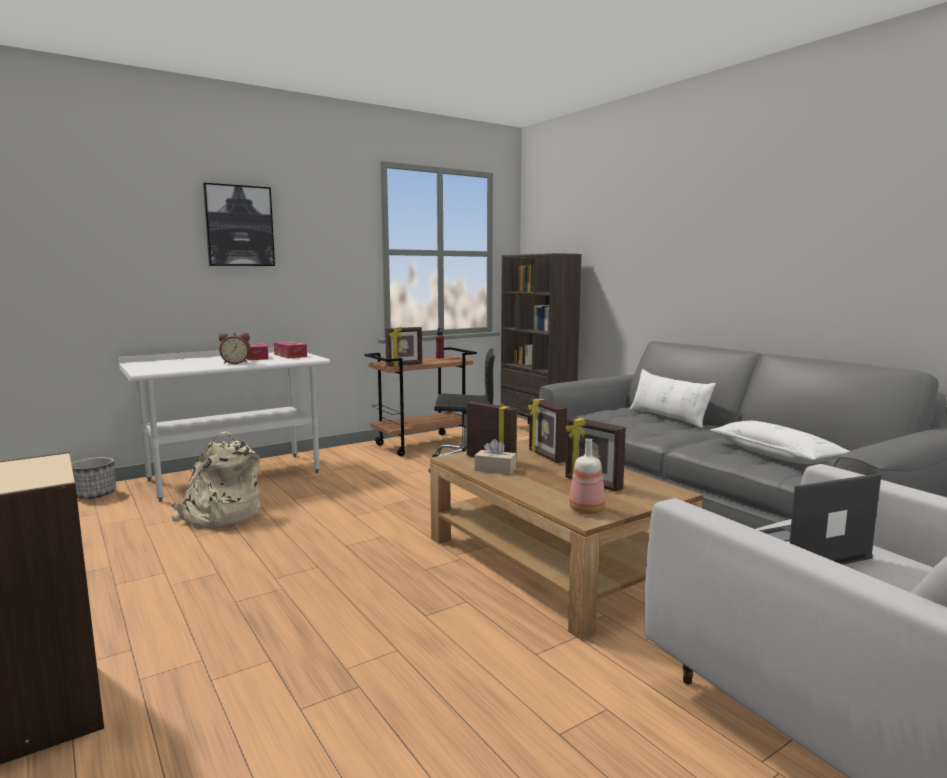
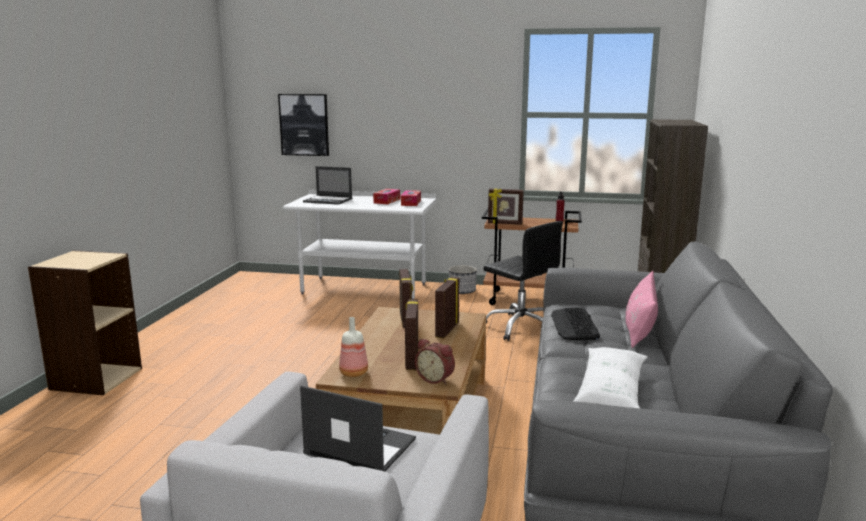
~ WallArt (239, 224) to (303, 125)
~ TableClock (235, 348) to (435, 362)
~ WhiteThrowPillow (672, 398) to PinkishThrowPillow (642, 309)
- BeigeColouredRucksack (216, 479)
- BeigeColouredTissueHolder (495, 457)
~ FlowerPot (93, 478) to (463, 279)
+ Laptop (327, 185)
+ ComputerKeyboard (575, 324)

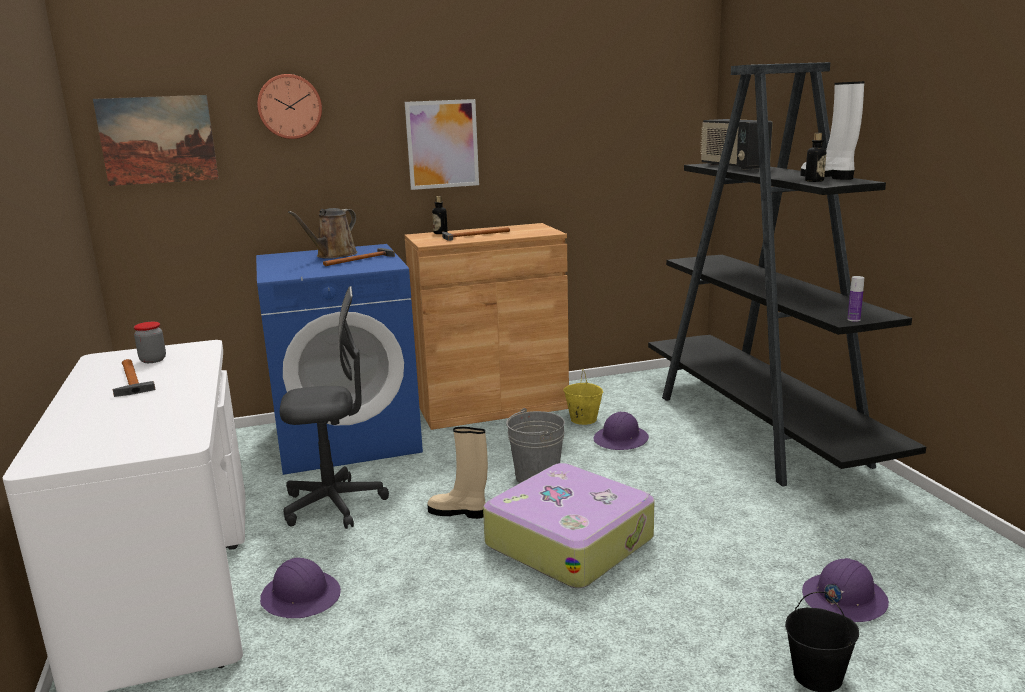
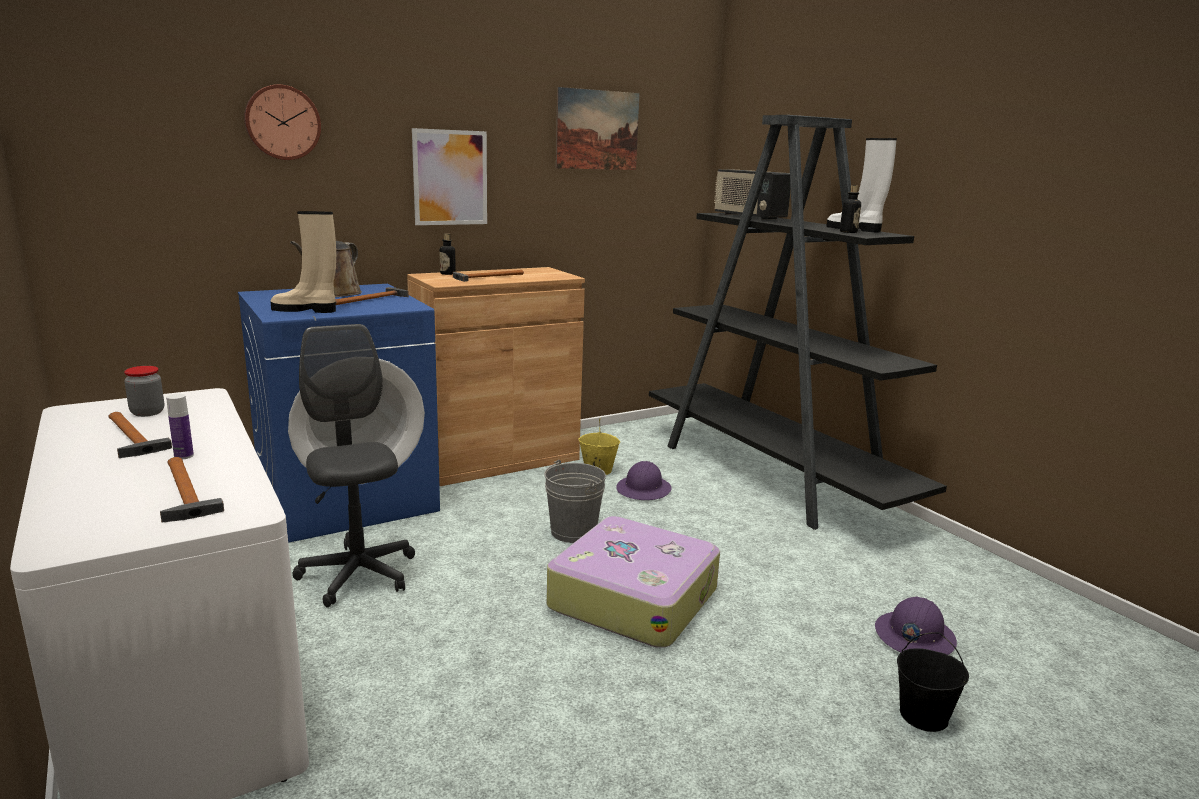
~ WallArt (156, 140) to (598, 128)
~ Bottle (855, 299) to (180, 427)
~ GreyishOfficeChair (334, 407) = (353, 466) 90 degrees counterclockwise
~ BeigeColouredHighTopBoot (457, 473) to (303, 262)
- PurplishSafetyHelmet (300, 588)
+ ToolHammer (192, 489)

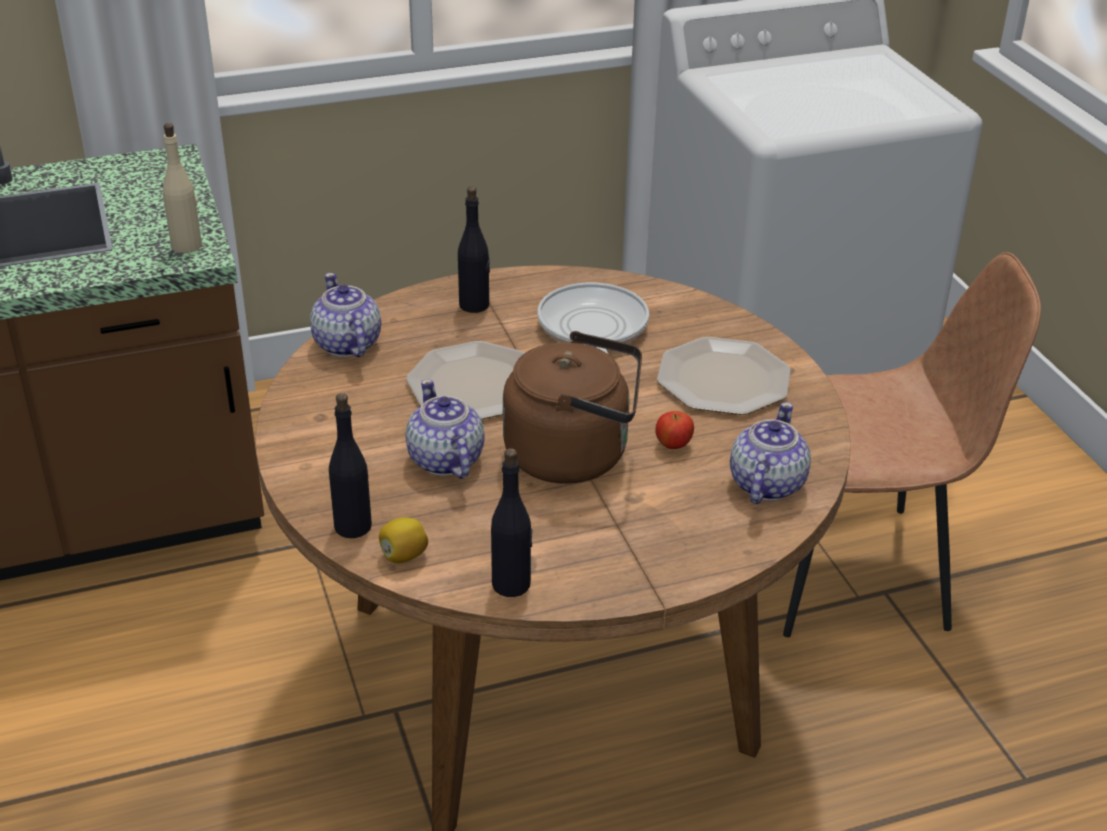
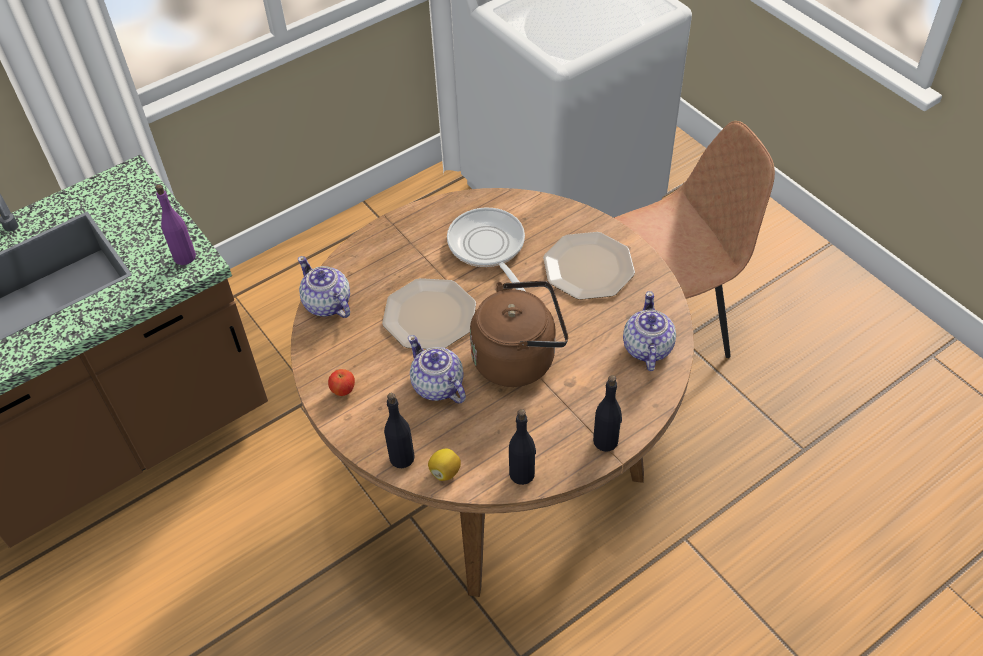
~ BeigeColouredBottle (182, 188) to PurplishBottle (175, 224)
~ BlackColouredBottle (474, 249) to (607, 413)
~ Apple (675, 430) to (341, 382)

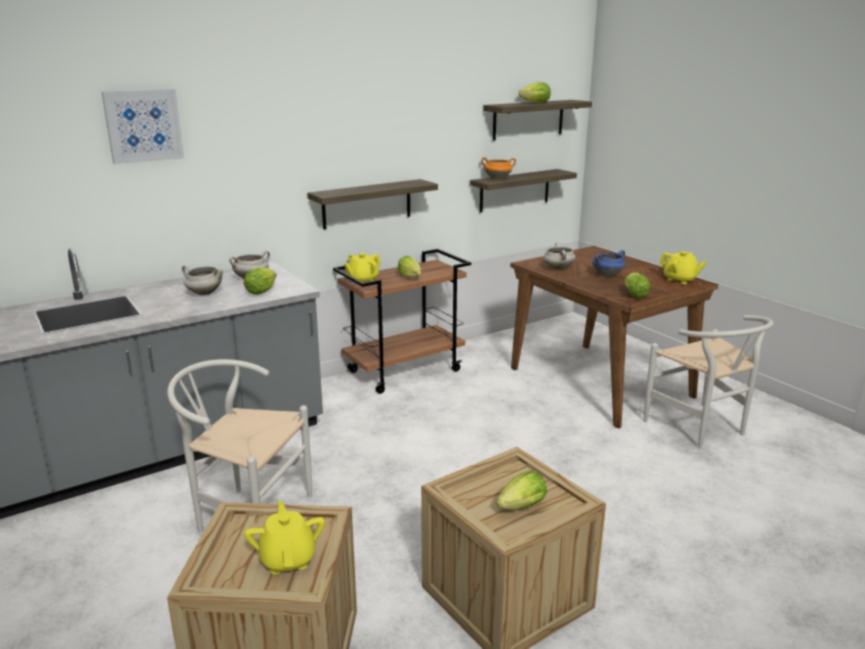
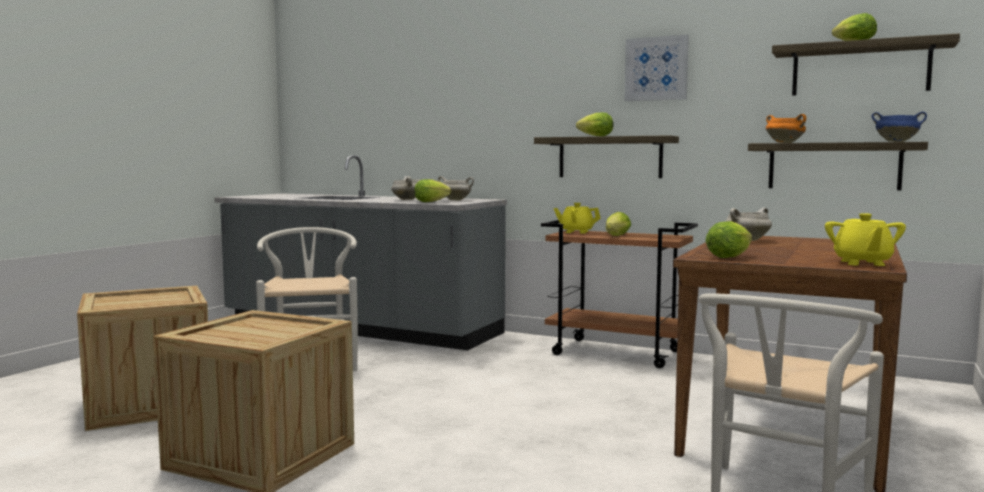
~ WallArt (143, 126) to (656, 67)
~ BlueSaucepot (609, 263) to (899, 126)
~ Lettuce (521, 490) to (594, 124)
- YellowishPotForTea (284, 537)

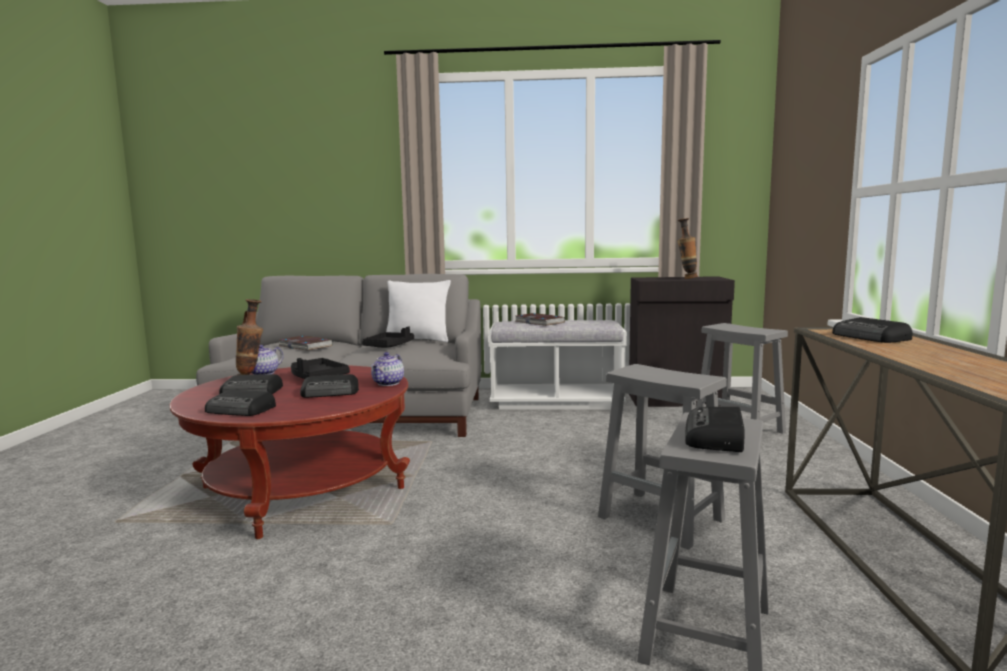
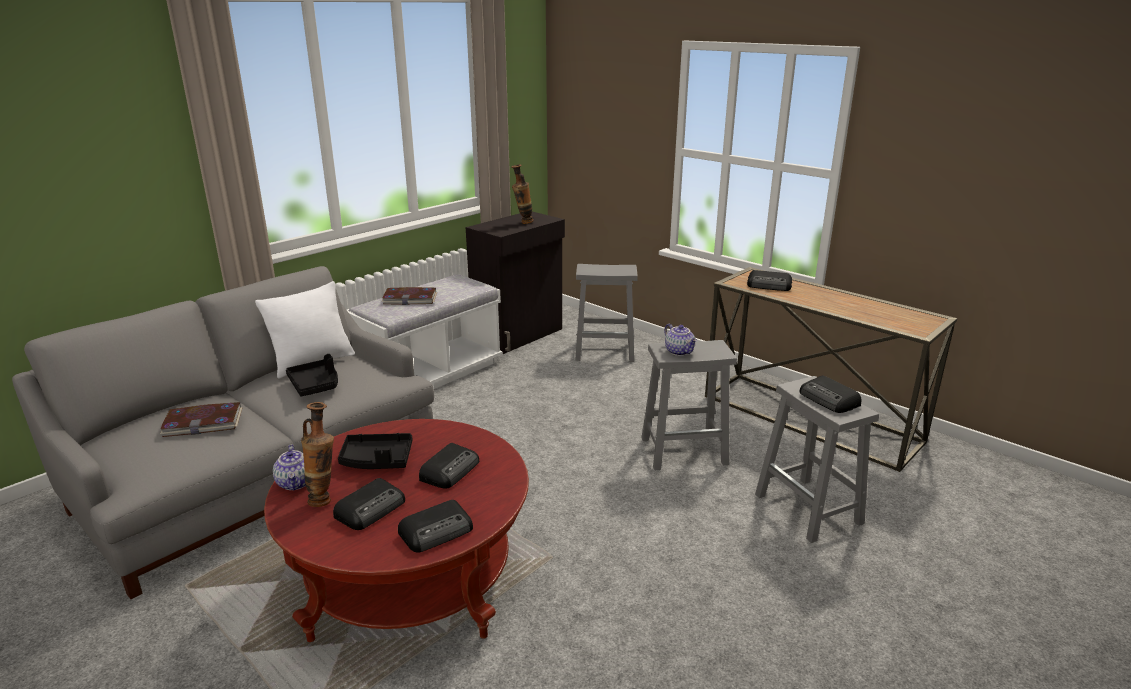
~ PotForTea (387, 369) to (680, 340)

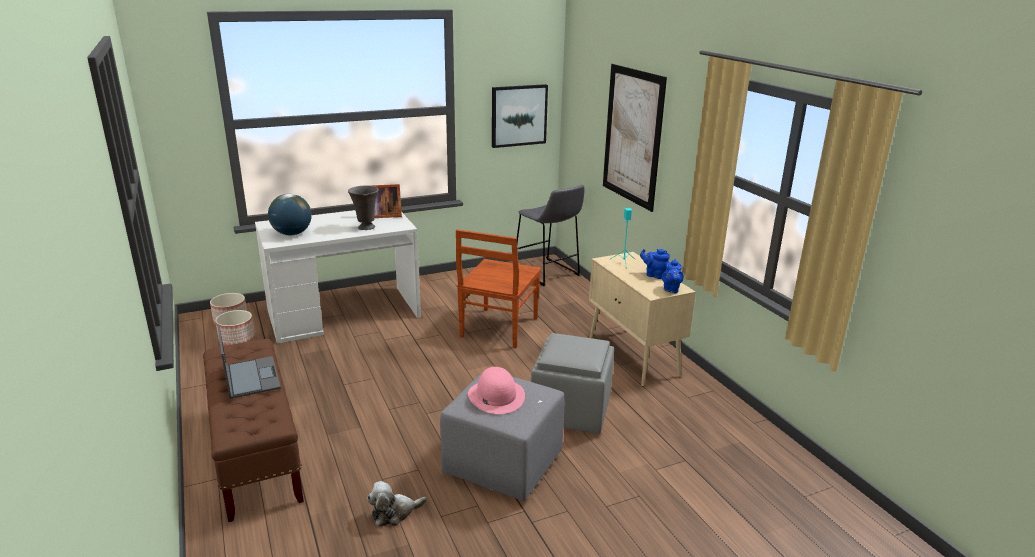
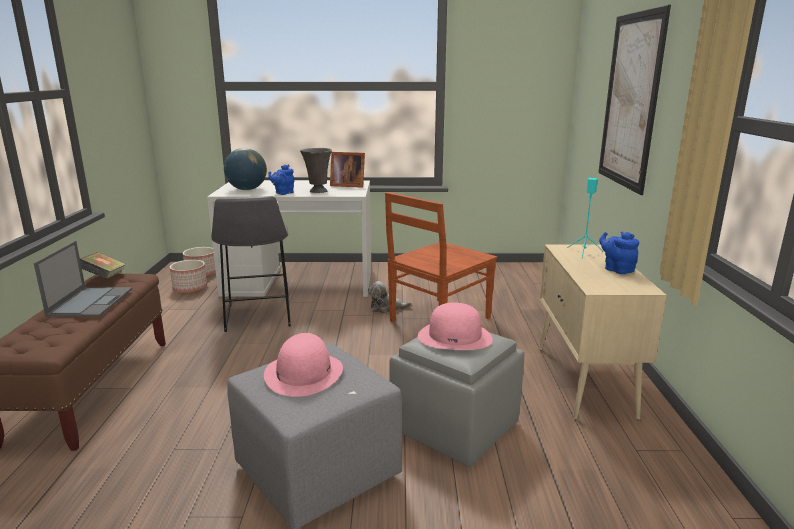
- WallArt (520, 116)
~ GreyishStoolSeat (550, 235) to (251, 264)
~ BluePotForTea (672, 276) to (281, 180)
~ PlushToy (397, 504) to (390, 297)
+ Volume (103, 265)
+ PinkishWearableHat (455, 326)

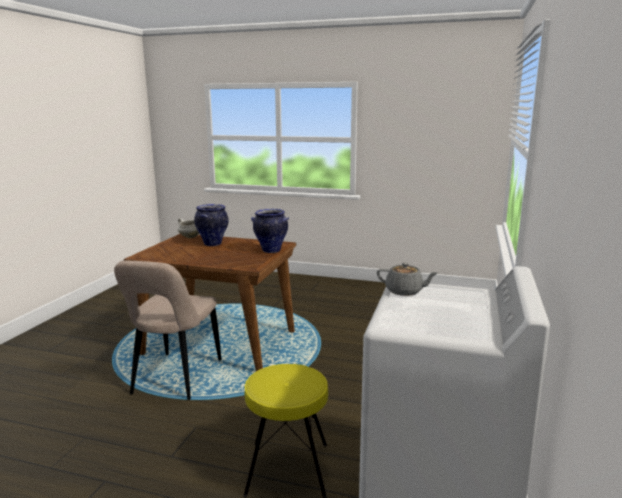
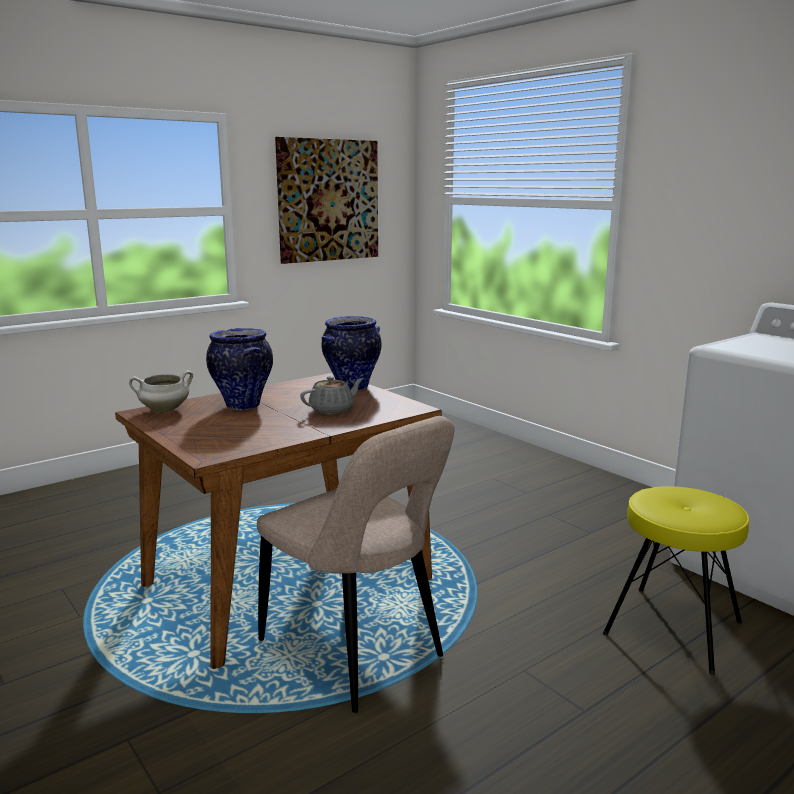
~ GreyishPotForTea (407, 279) to (331, 395)
+ WallArt (326, 200)

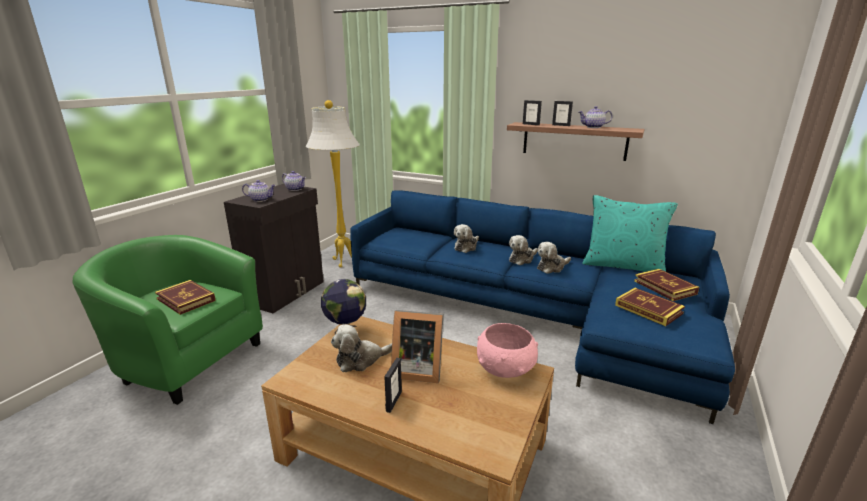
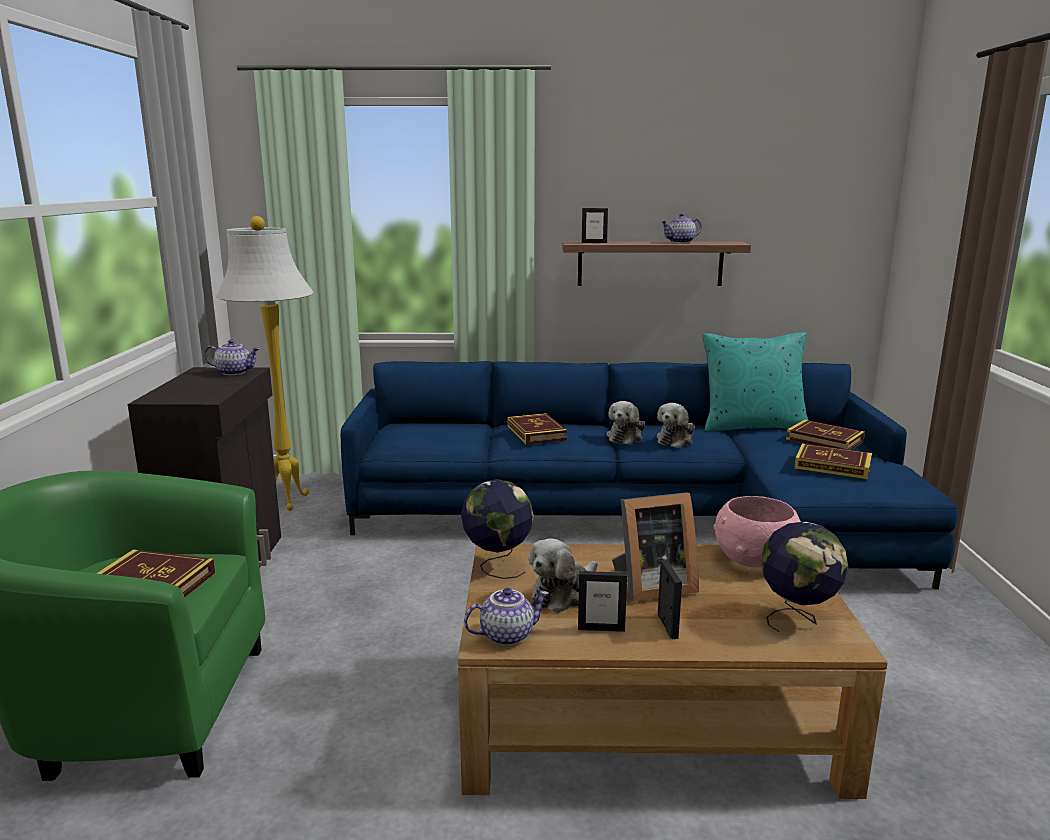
~ PictureFrame (562, 113) to (602, 601)
~ PotForTea (259, 191) to (506, 617)
~ PlushToy (466, 238) to Volume (537, 429)
+ WorldGlobe (805, 576)

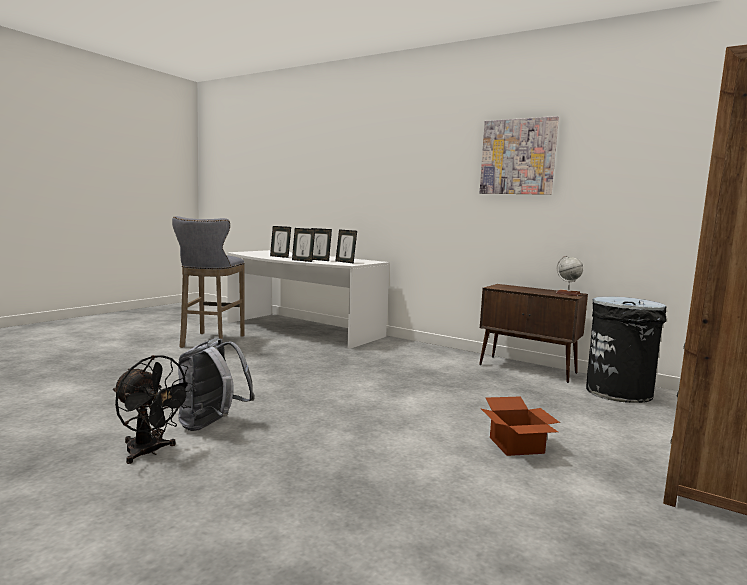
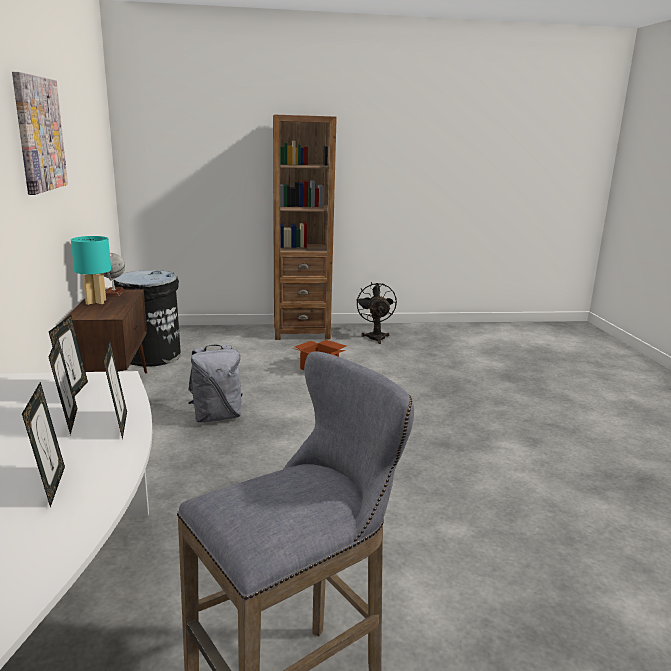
~ GreyishRucksack (216, 384) to (215, 383)
~ BlackColouredFan (154, 409) to (376, 313)
+ TurquoiseColouredLampForATable (91, 270)

